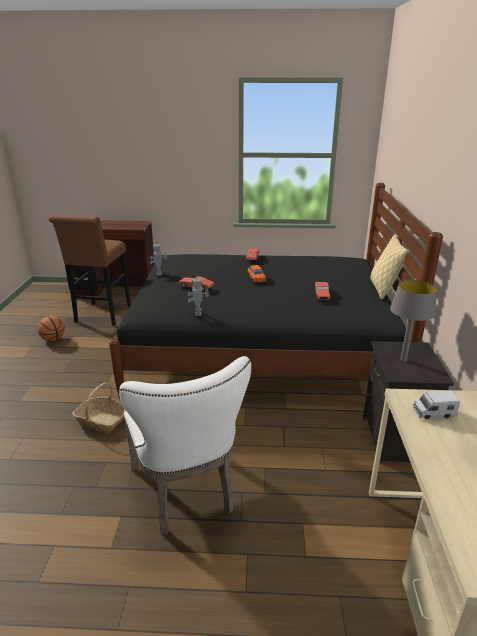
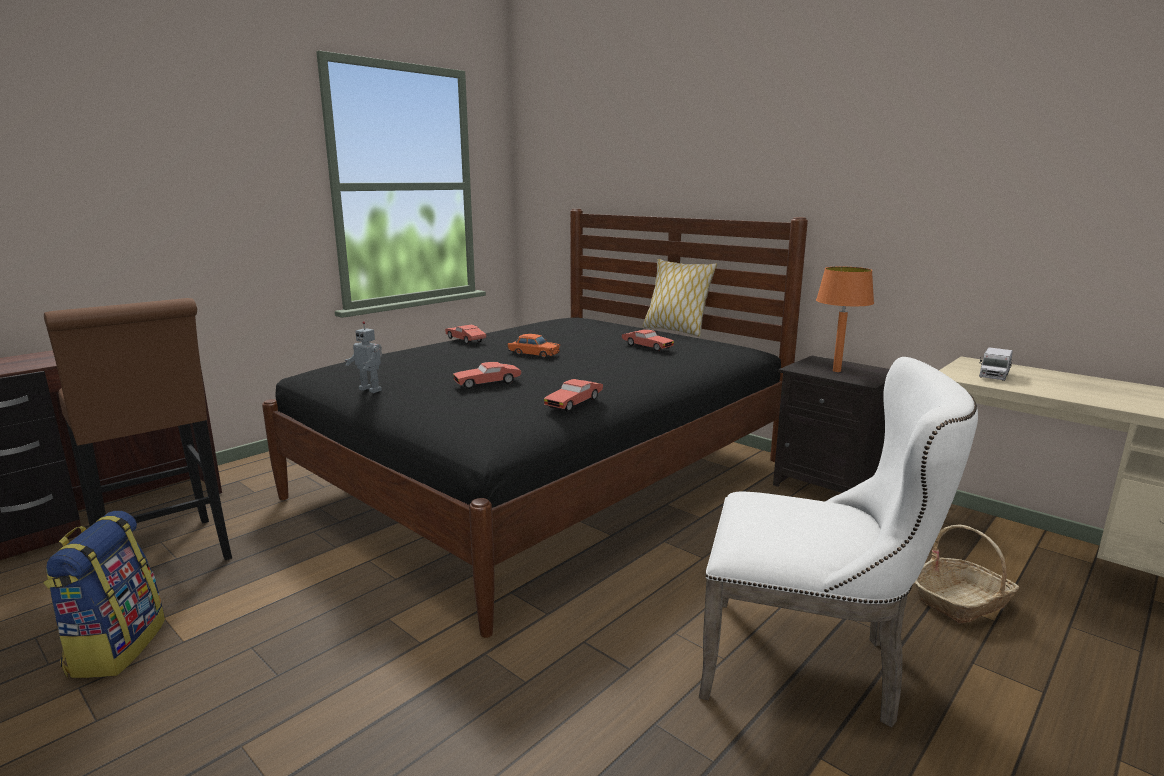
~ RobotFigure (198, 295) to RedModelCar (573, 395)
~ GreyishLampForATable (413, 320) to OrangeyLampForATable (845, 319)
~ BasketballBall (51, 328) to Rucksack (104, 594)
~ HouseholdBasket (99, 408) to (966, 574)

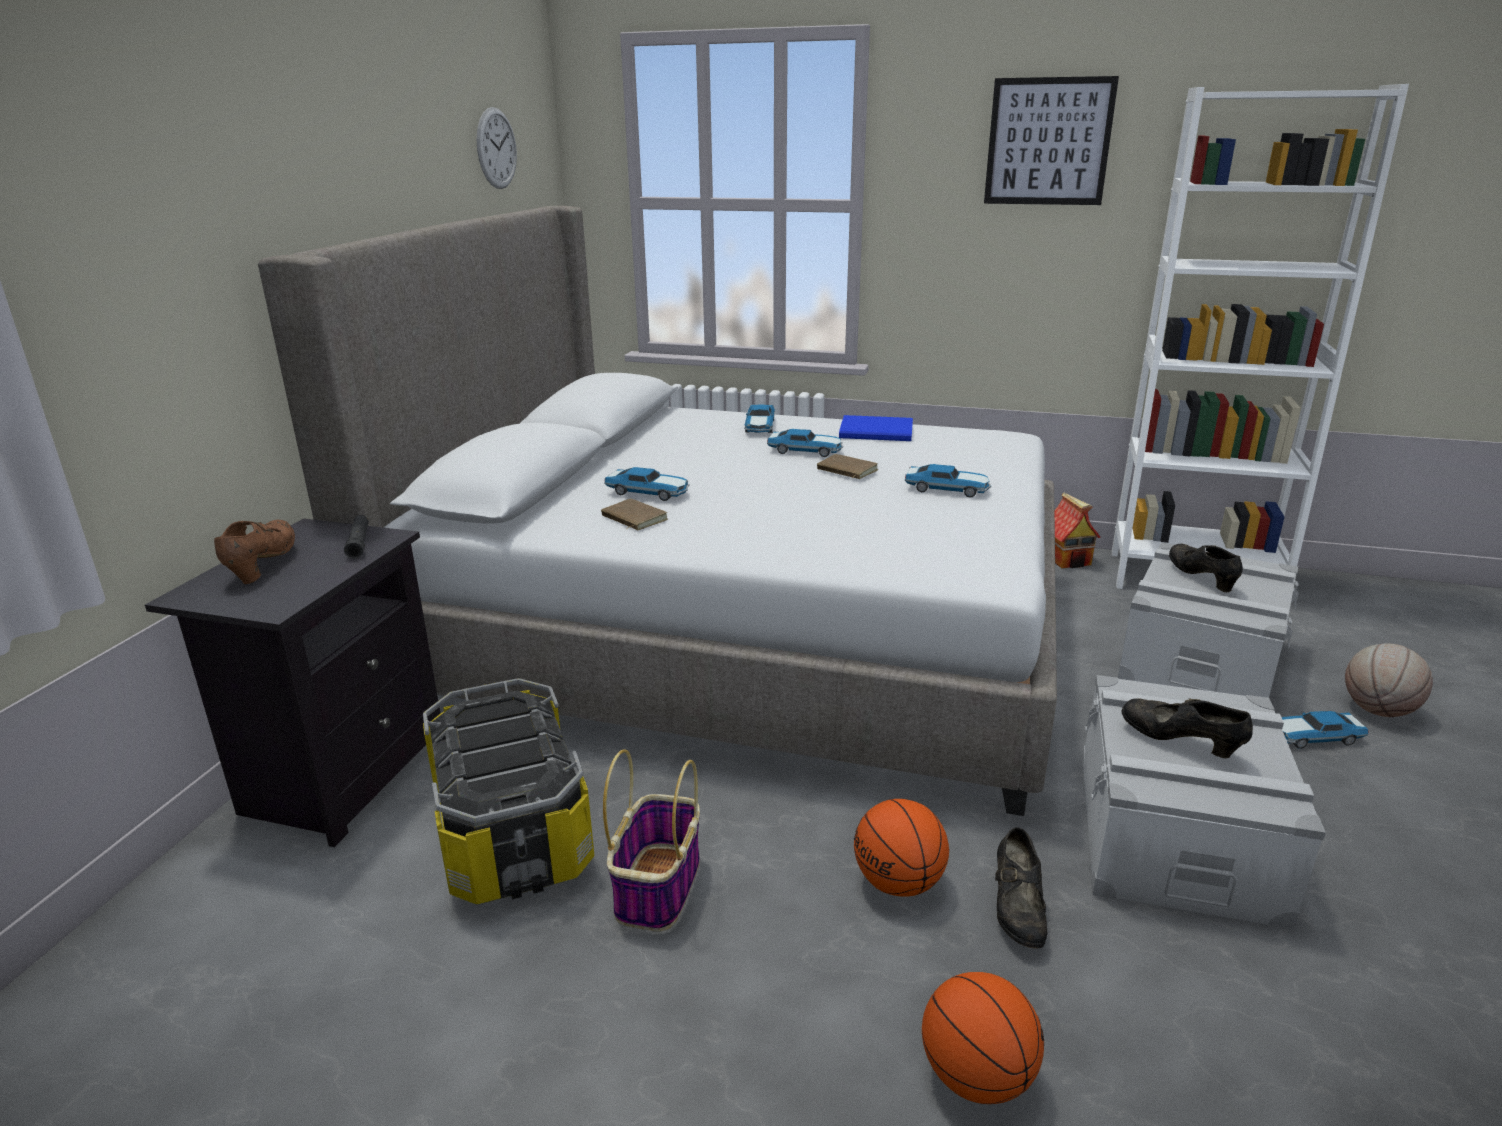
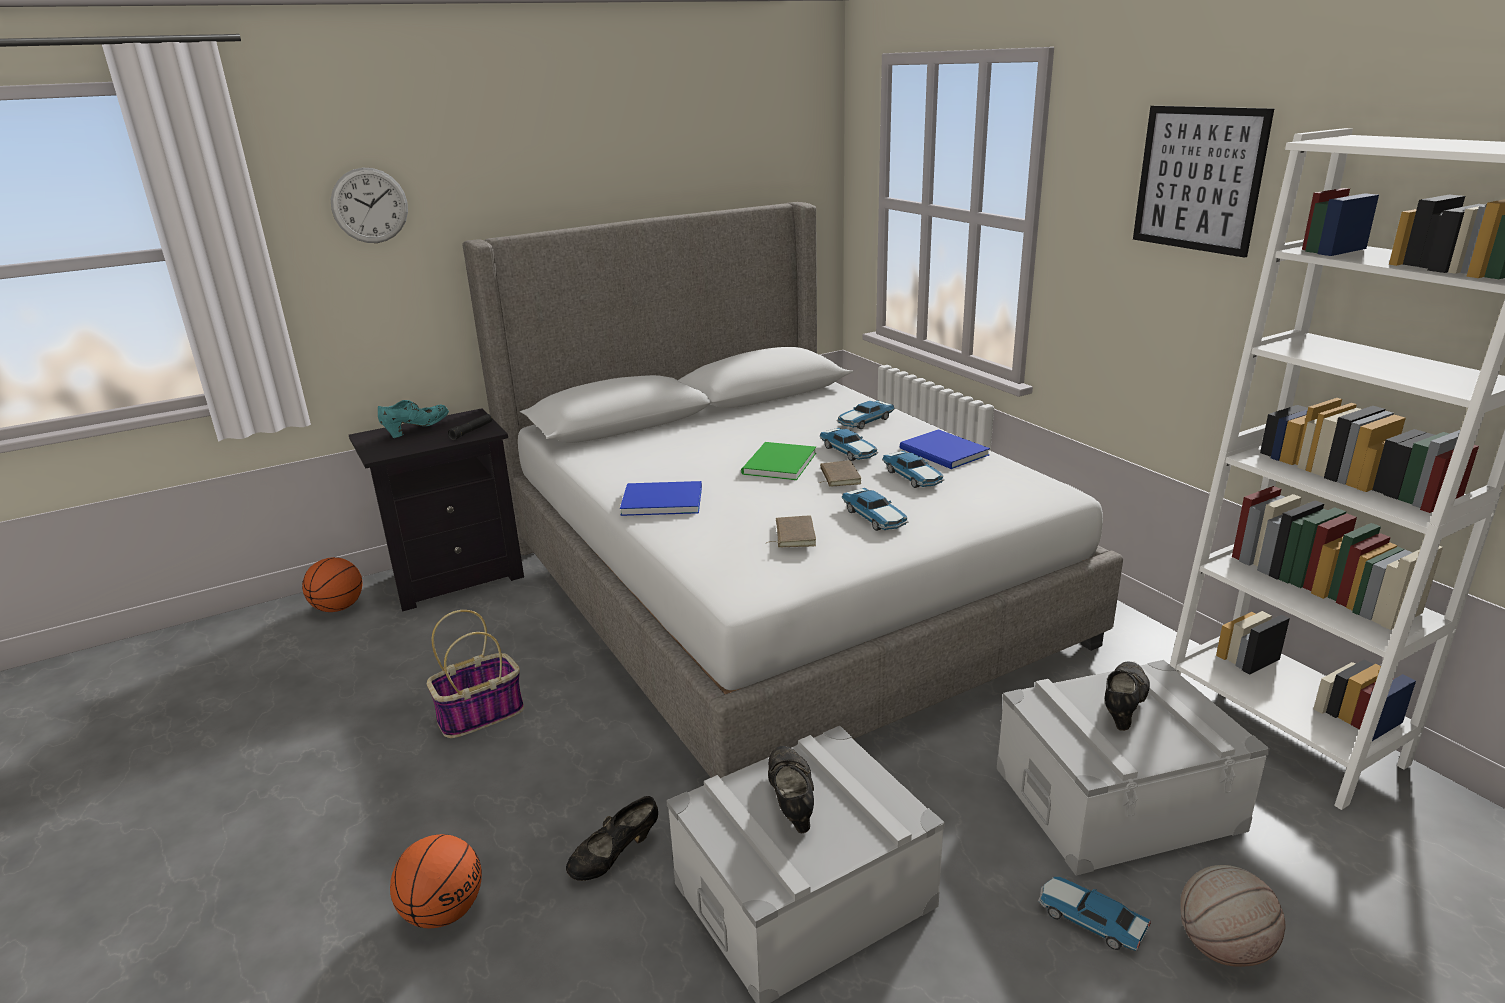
~ WallClock (497, 148) to (369, 205)
~ ModelCar (647, 484) to (913, 469)
- ToyHouse (1077, 530)
~ BrownVolume (634, 514) to (791, 531)
~ BrownShoe (254, 552) to TurquoiseColouredShoe (413, 419)
- StorageBin (508, 791)
~ BasketballBall (901, 848) to (332, 584)
+ GreenVolume (778, 461)
+ BlueVolume (661, 498)

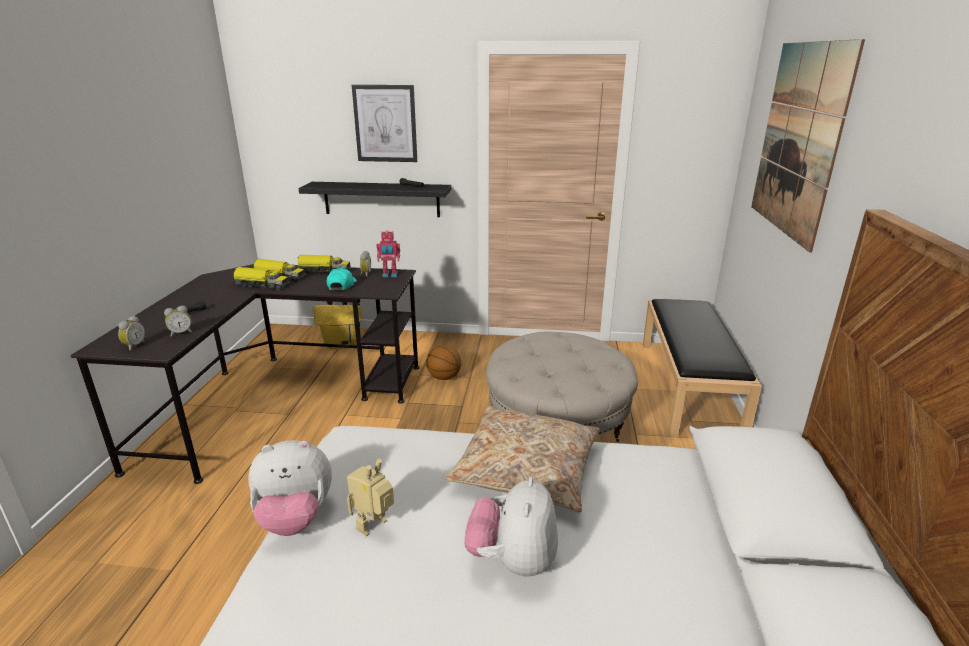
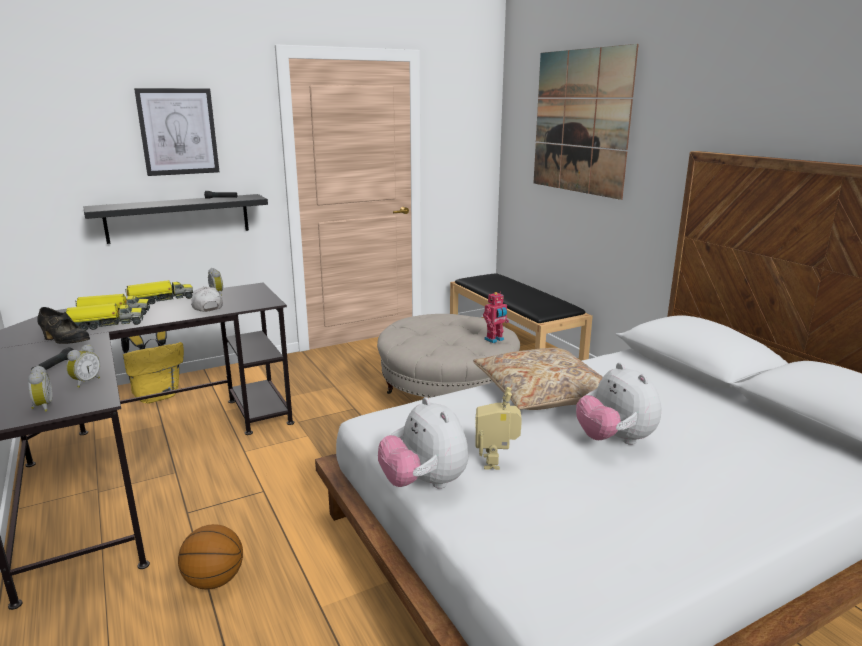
~ RobotFigure (388, 253) to (496, 317)
~ TurquoiseColouredBaseballCap (342, 279) to WhiteBaseballCap (207, 299)
~ BasketballBall (443, 362) to (210, 557)
~ PlushToy (290, 488) = (423, 443) 105 degrees clockwise
+ BlackColouredShoe (63, 325)

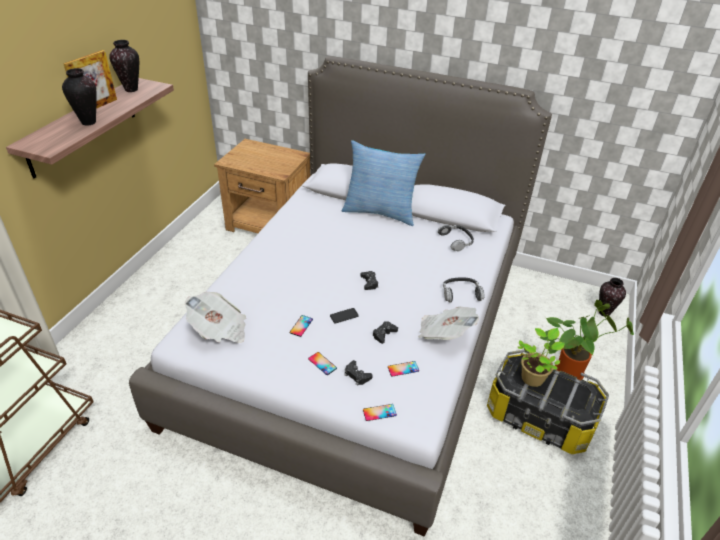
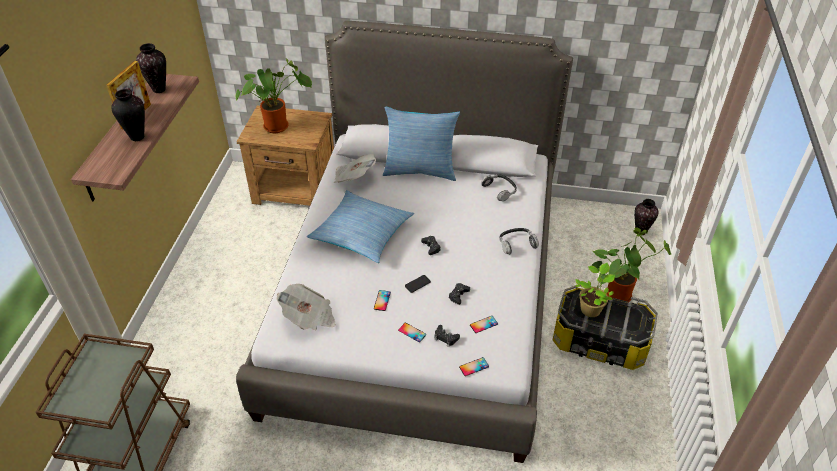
~ PrintedPaper (448, 323) to (355, 168)
+ PottedPlant (274, 95)
+ ThrowPillow (360, 226)

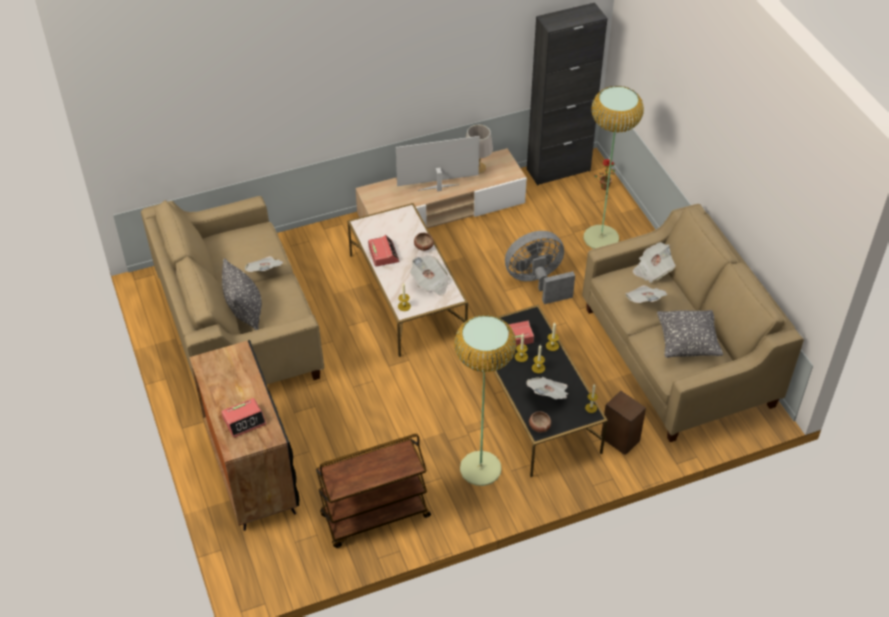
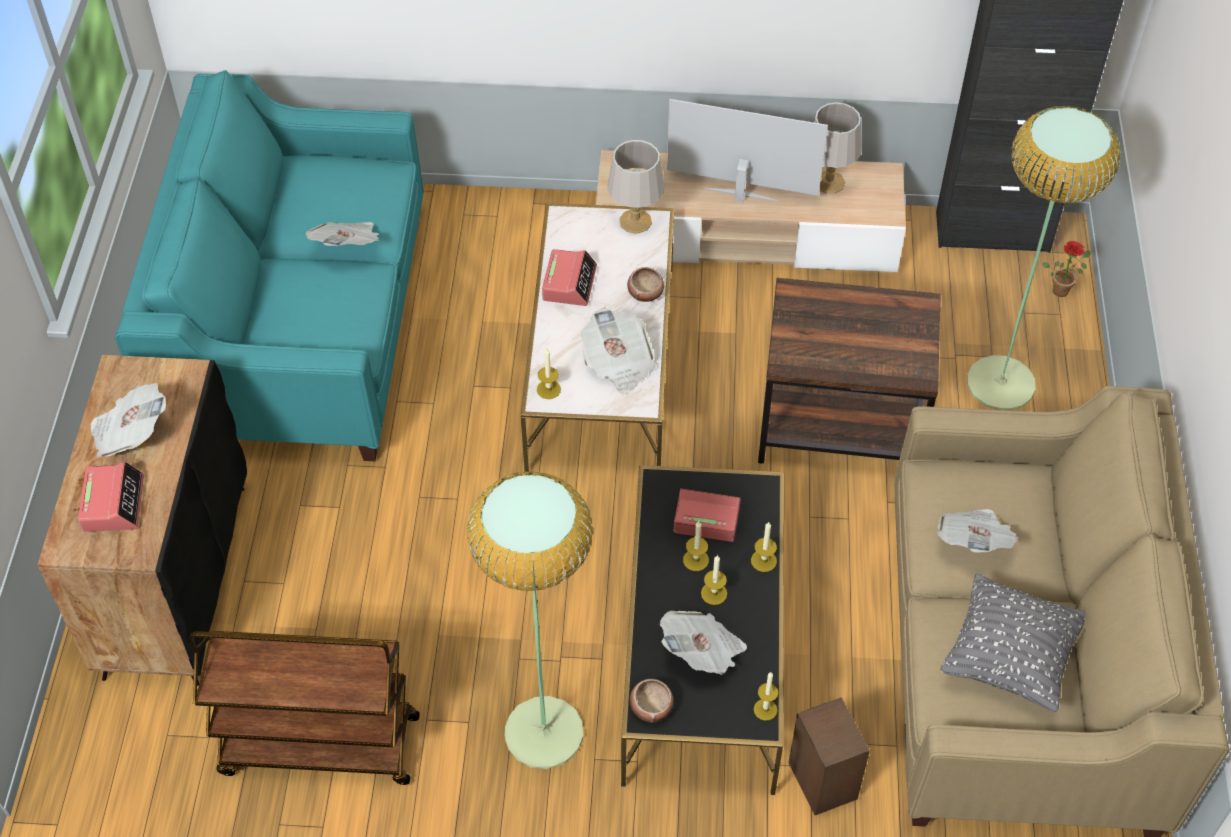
~ BeigeColouredSofa (232, 290) to TurquoiseColouredSofa (269, 265)
~ GreyishFan (540, 267) to BrownEndTable (849, 371)
~ PrintedPaper (654, 262) to (128, 420)
- GreyishThrowPillow (242, 294)
~ TableClock (243, 418) = (111, 497) 90 degrees counterclockwise
+ GreyishLampForATable (636, 187)

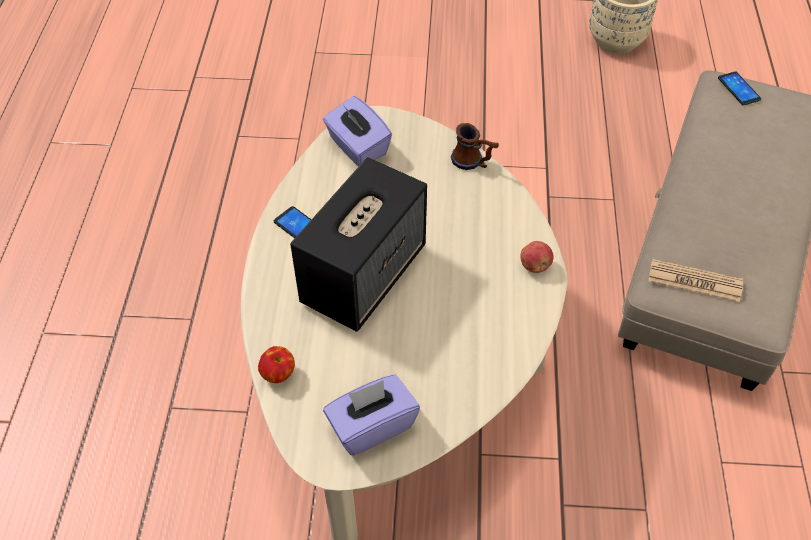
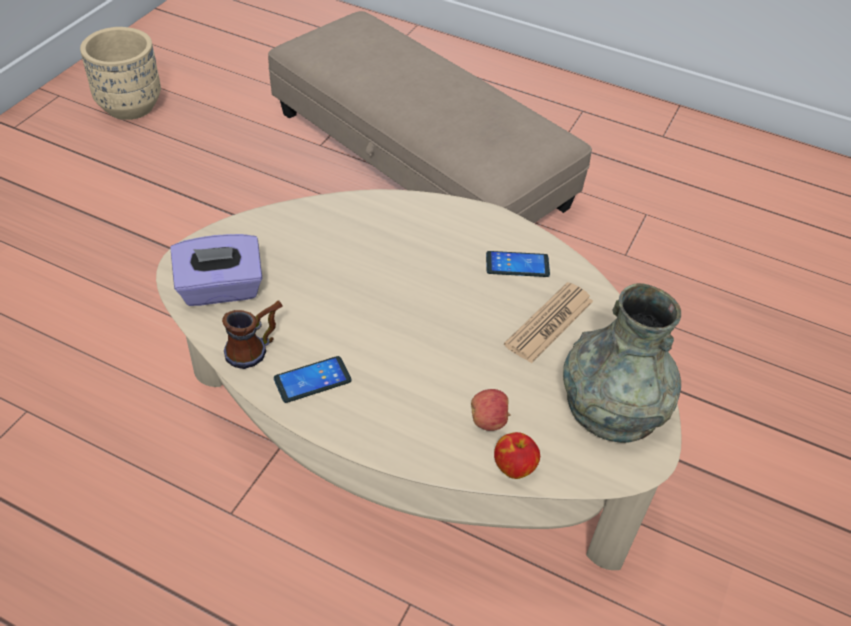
~ Phone (739, 88) to (518, 264)
~ Mug (475, 146) to (252, 335)
- AudioSpeaker (358, 244)
~ Apple (537, 257) to (491, 410)
~ PrintedPaper (695, 280) to (548, 323)
~ PurplishTissueHolder (371, 415) to GreyishVase (622, 363)

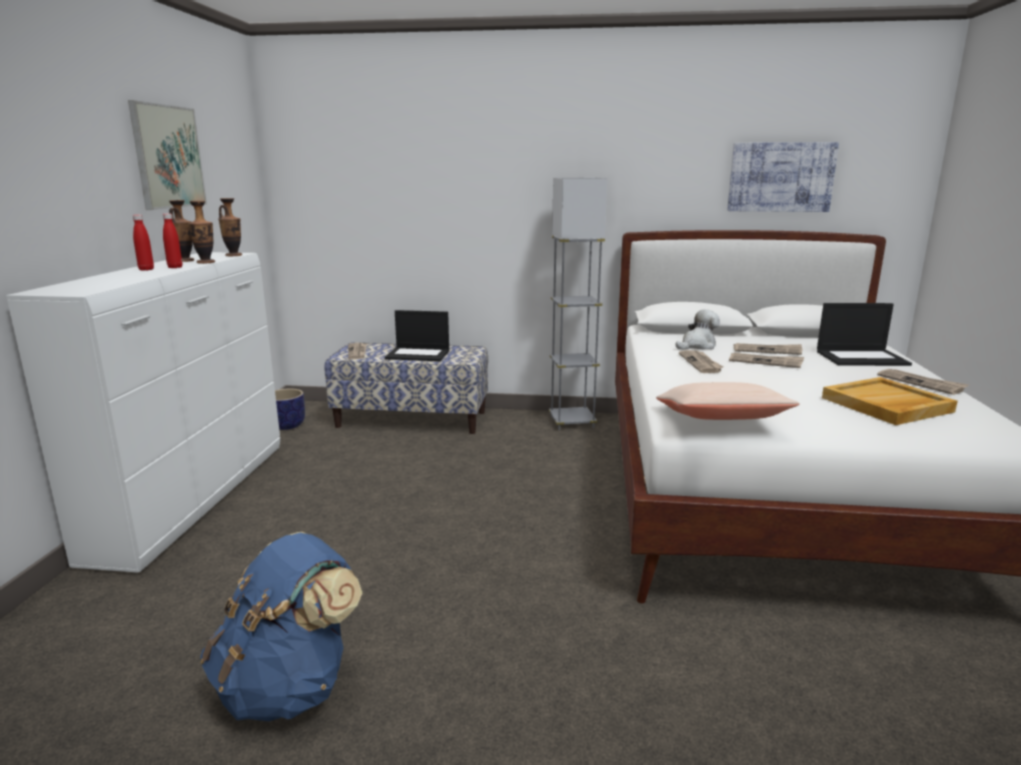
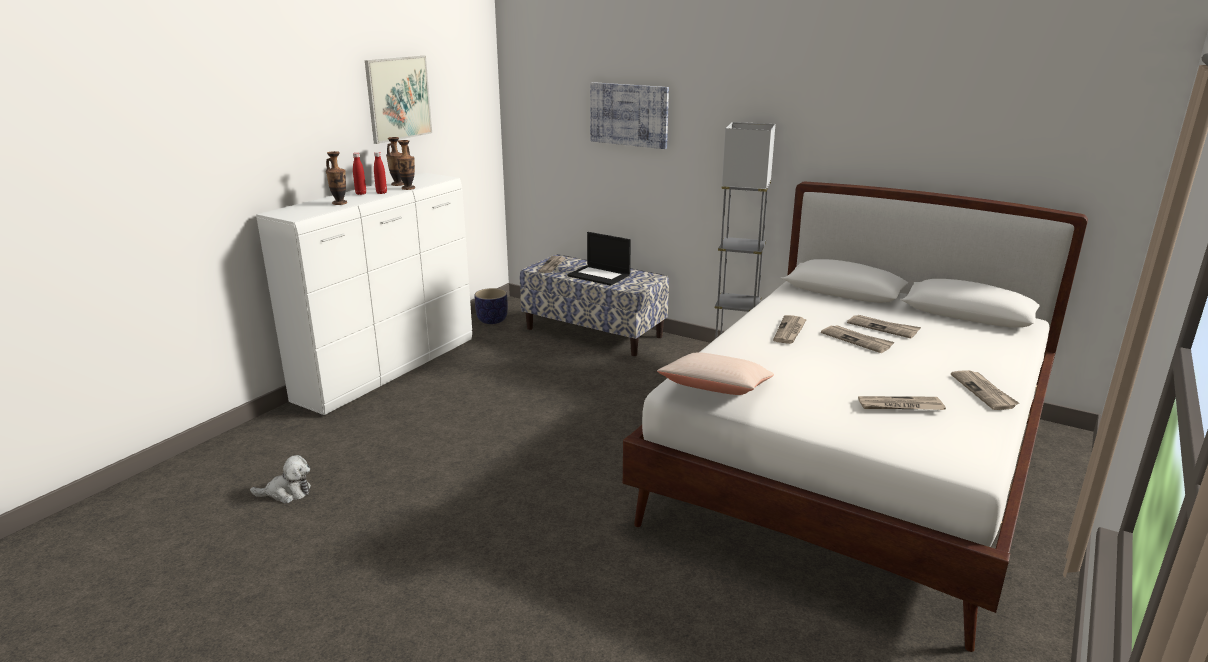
~ WallArt (783, 177) to (629, 115)
~ Vase (230, 227) to (336, 178)
- Laptop (864, 334)
~ PlushToy (697, 329) to (280, 479)
~ BeigeColouredCarryingTray (890, 401) to PrintedPaper (902, 403)
- BlueRucksack (281, 626)

